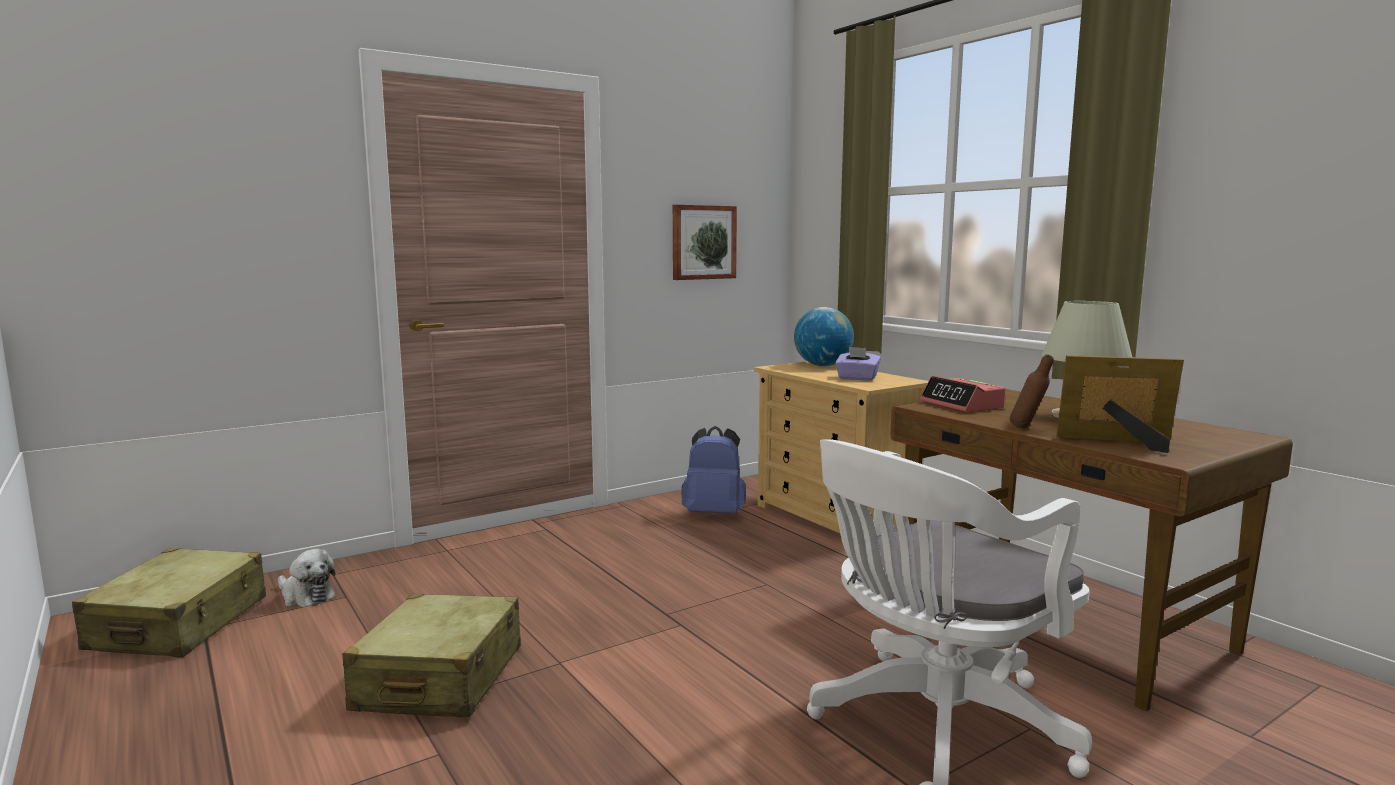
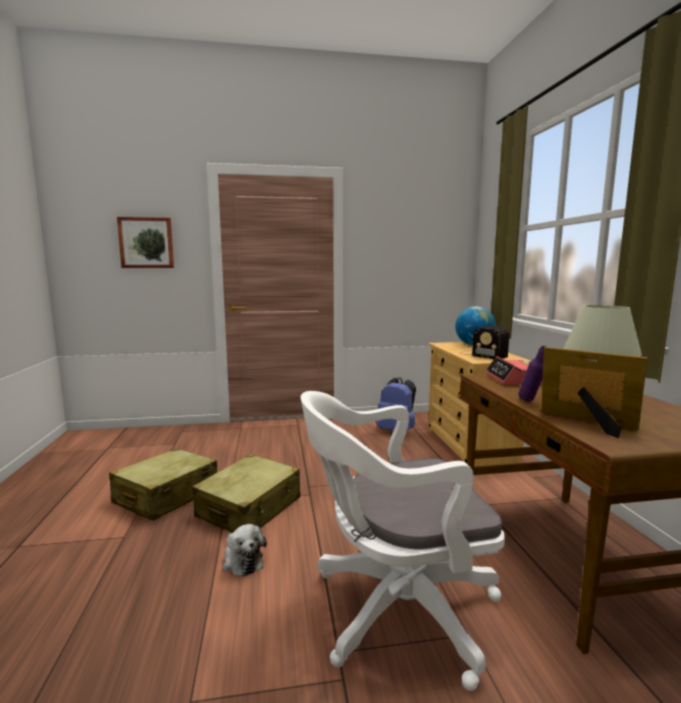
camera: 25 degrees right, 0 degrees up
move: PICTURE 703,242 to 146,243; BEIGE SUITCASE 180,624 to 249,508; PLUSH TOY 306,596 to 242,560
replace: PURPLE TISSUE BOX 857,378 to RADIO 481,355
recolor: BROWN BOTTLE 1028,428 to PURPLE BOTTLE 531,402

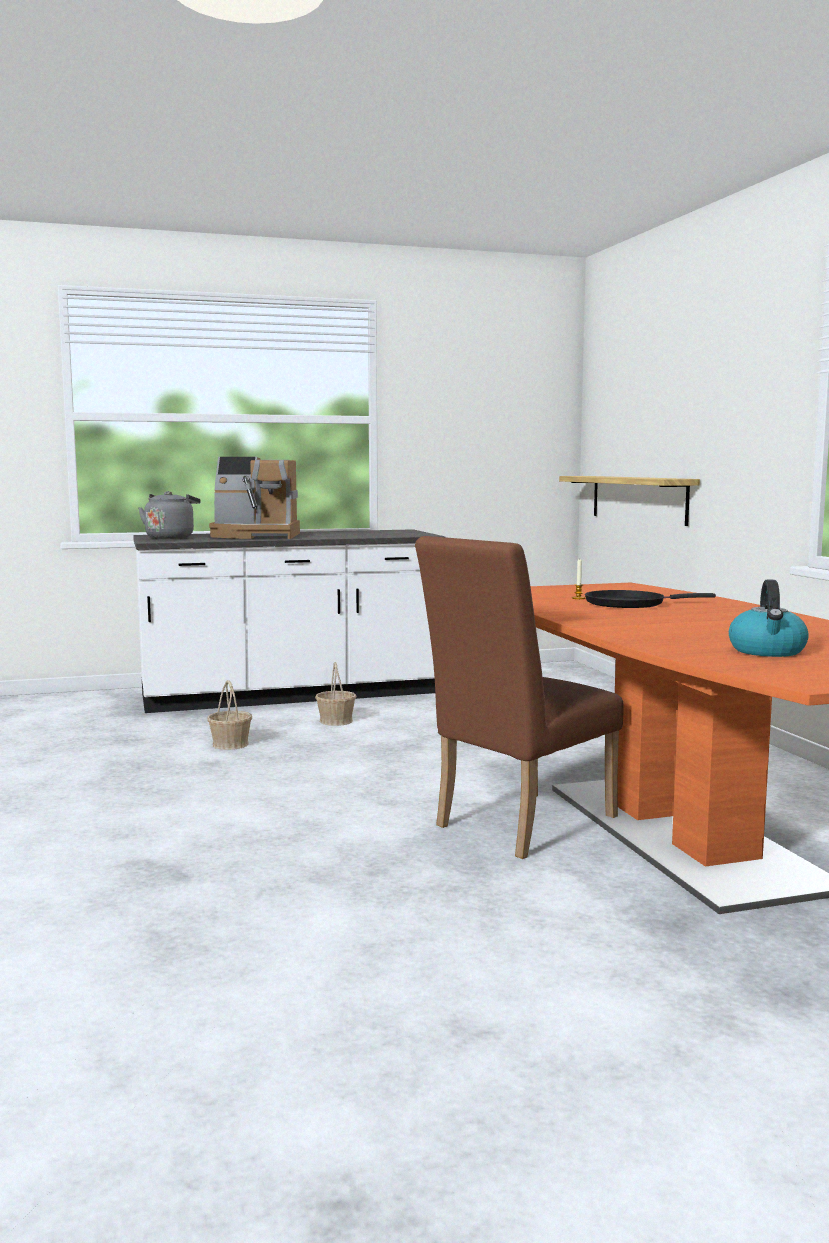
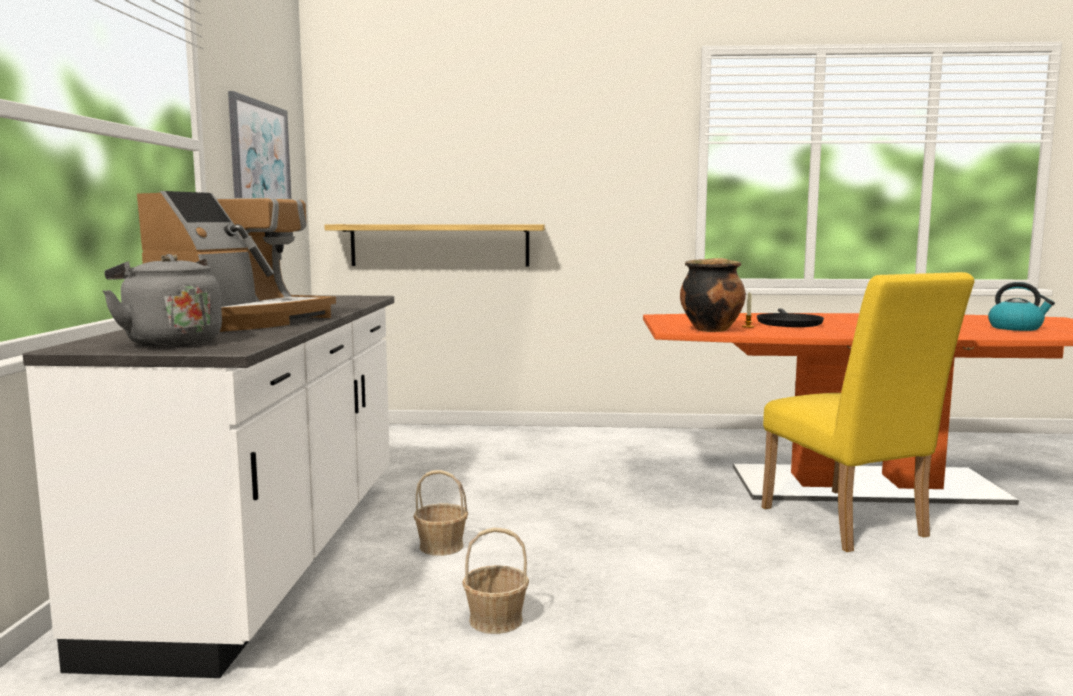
camera: 70 degrees left, 0 degrees up
insert: PICTURE 260,160; COOKING POT 711,329
recolor: BROWN CHAIR 515,826 to YELLOW CHAIR 849,526

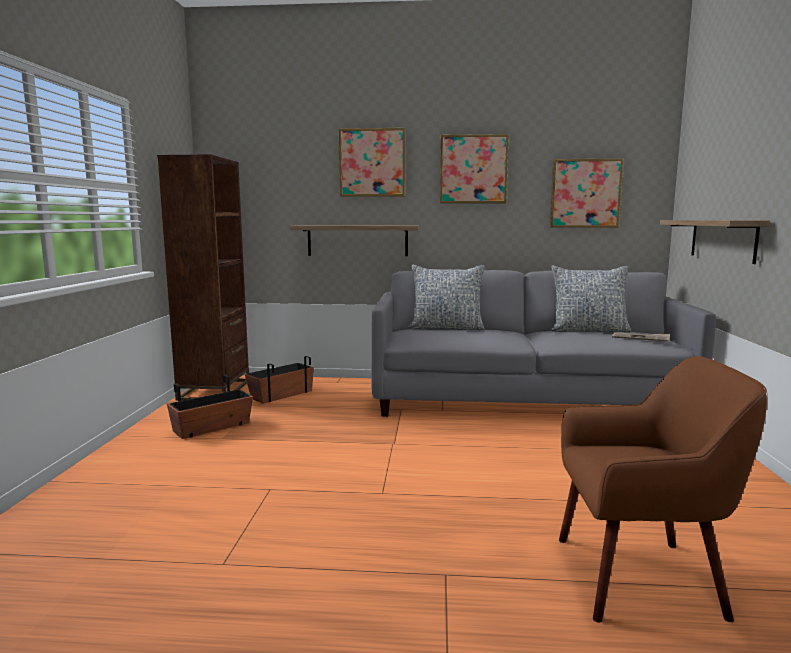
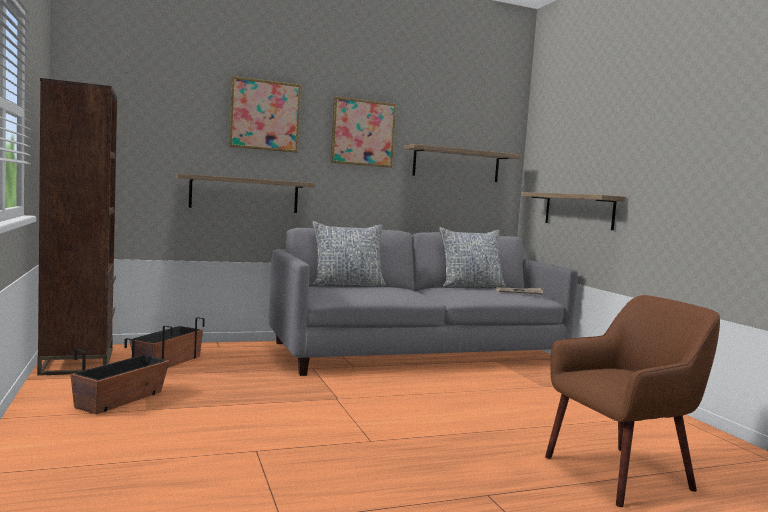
camera: 25 degrees left, 5 degrees down
replace: PICTURE 585,193 to SHELF 456,164

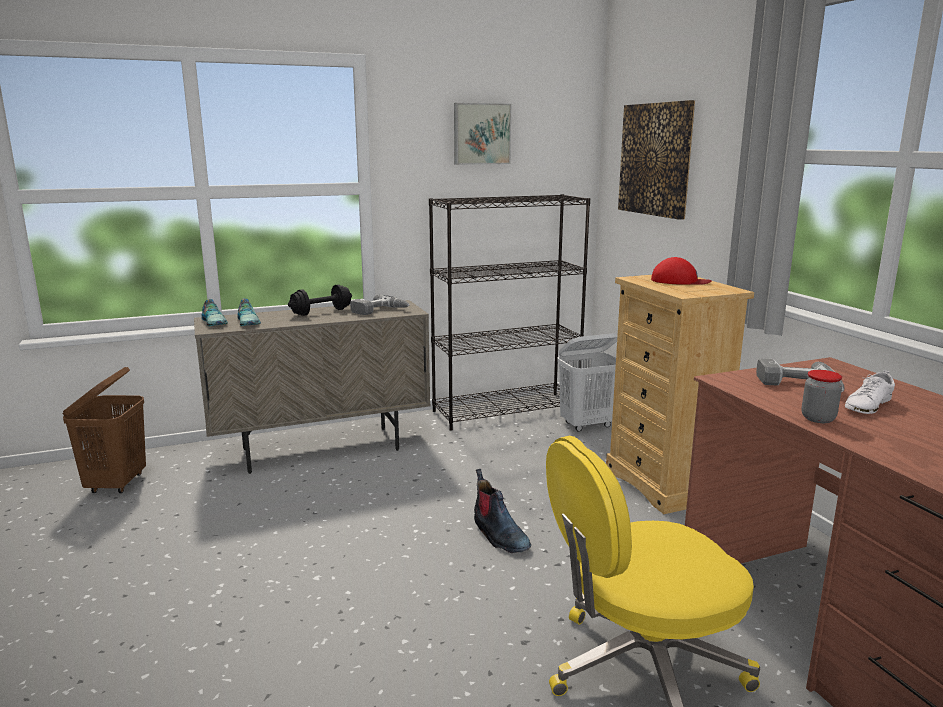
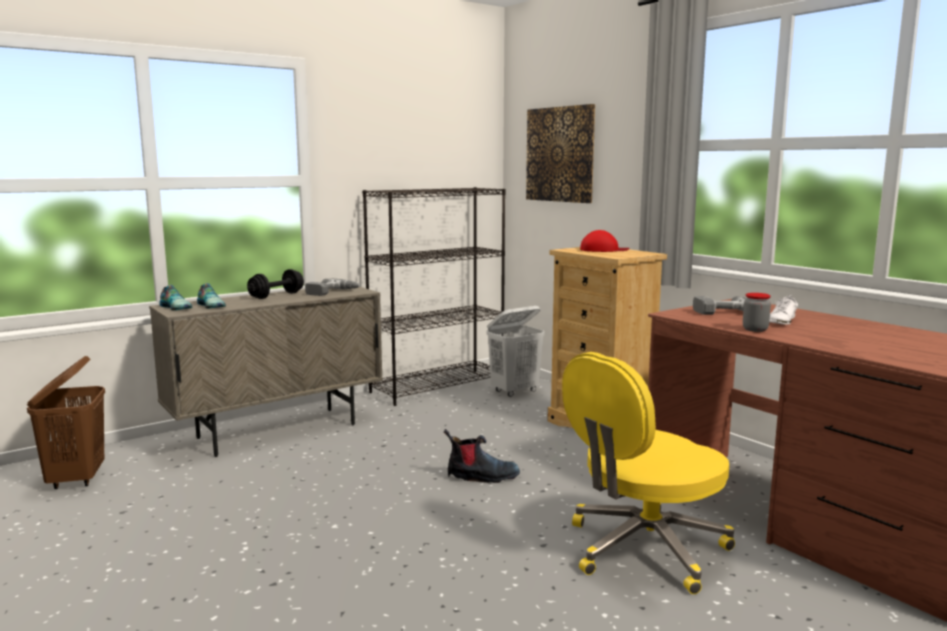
camera: 15 degrees left, 5 degrees down
delete: PICTURE 481,134
rotate: BOOT 499,535 = 482,477 45 degrees counterclockwise

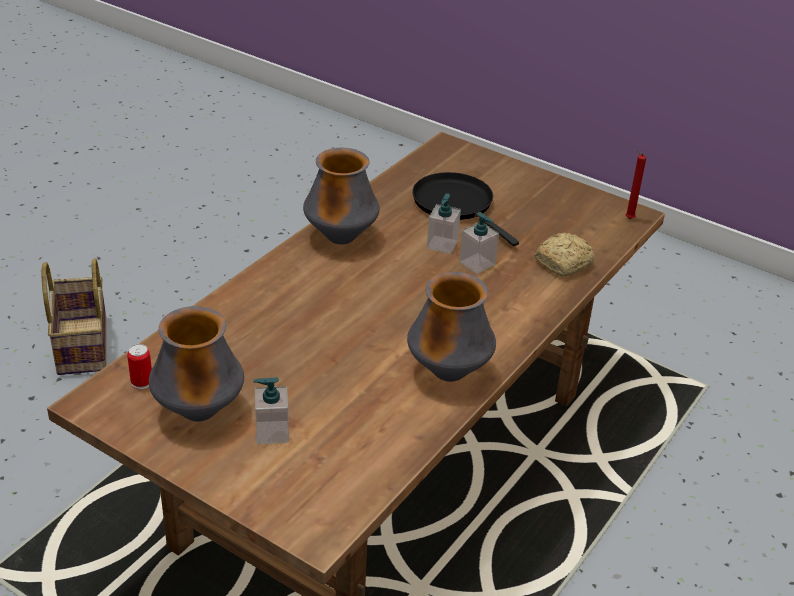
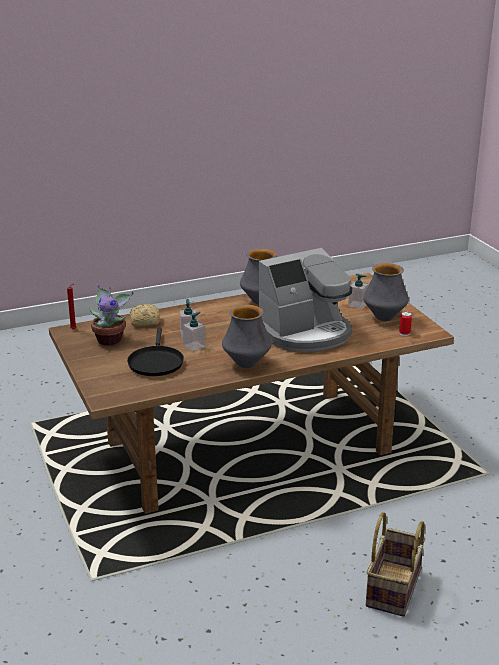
camera: 145 degrees left, 10 degrees down
insert: POTTED PLANT 110,339; COFFEE MACHINE 305,333

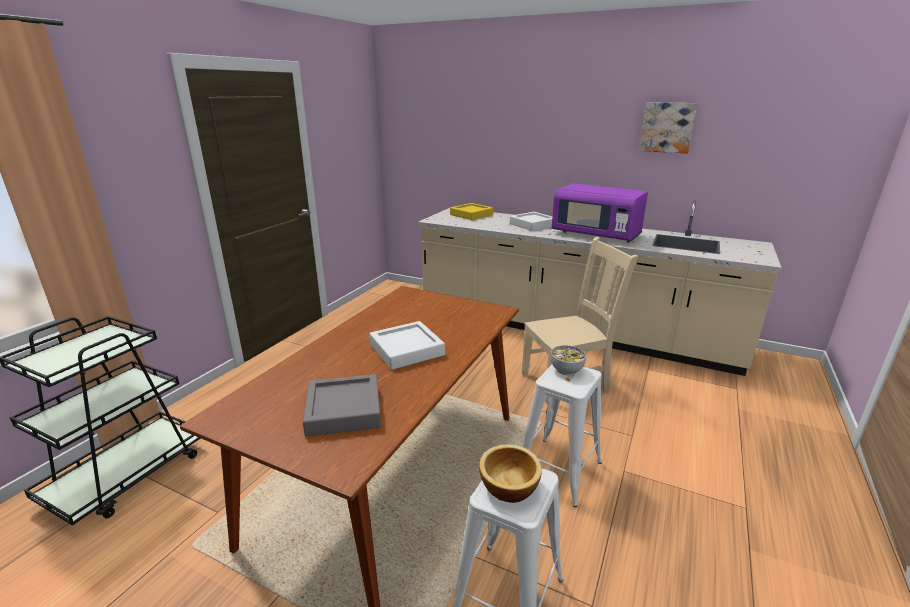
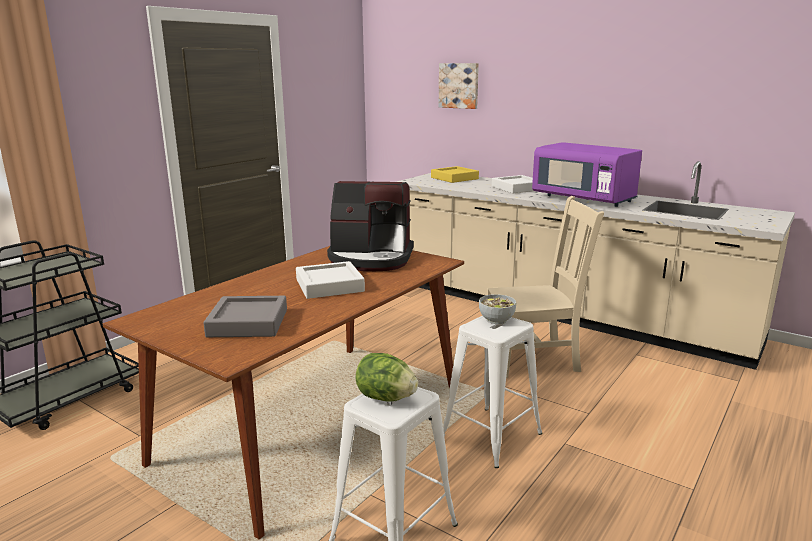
camera: 10 degrees right, 5 degrees down
insert: COFFEE MACHINE 371,259
move: PICTURE 667,127 to 459,85
replace: BOWL 508,485 to LETTUCE 385,398

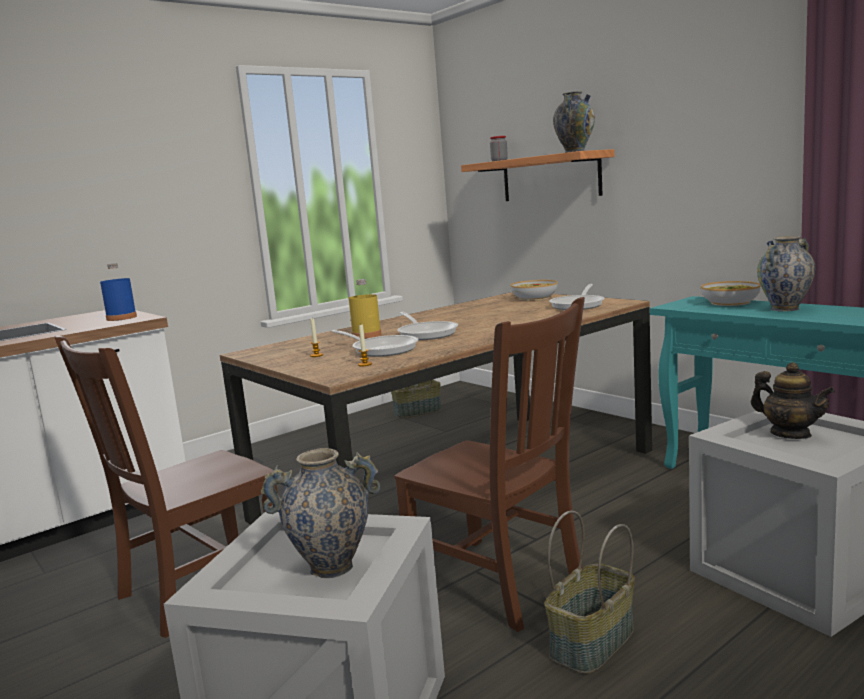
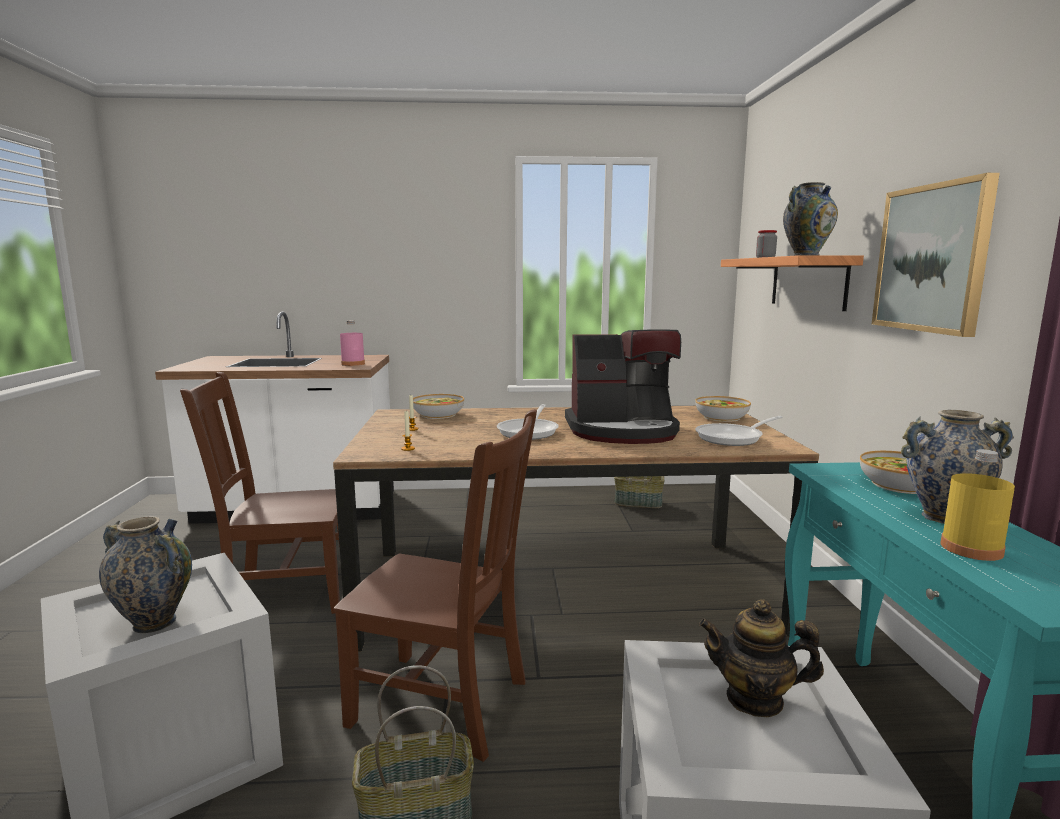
camera: 35 degrees right, 0 degrees up
delete: FRYING PAN 381,349
insert: BOWL 438,415; COFFEE MACHINE 622,431; PICTURE 932,258
move: YELLOW BOTTLE 366,335 to 971,548
recolor: BLUE BOTTLE 121,318 to PINK BOTTLE 353,364
rotate: BROWN CHAIR 499,583 = 445,704 60 degrees counterclockwise; TEAPOT 790,434 = 755,699 105 degrees clockwise

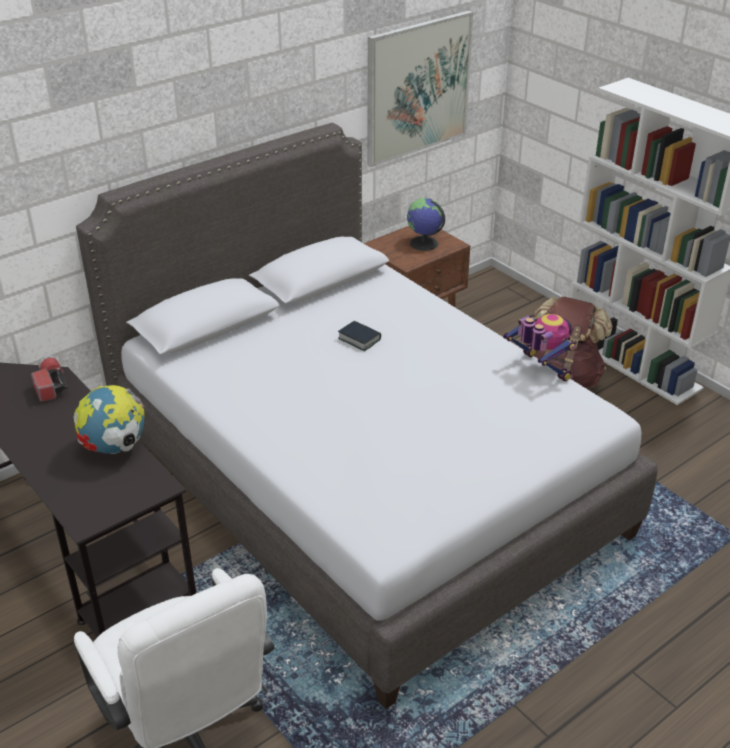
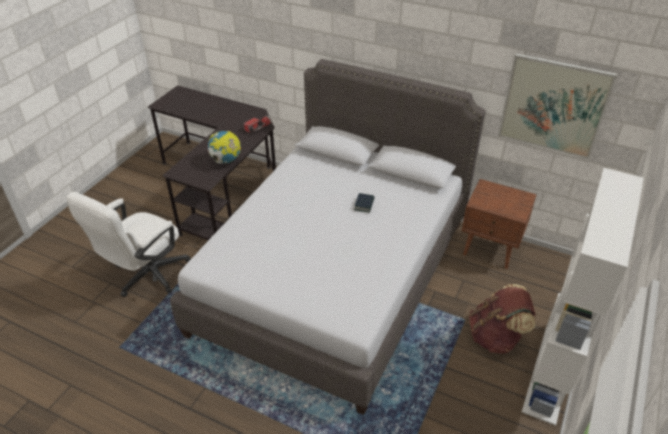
camera: 65 degrees right, 5 degrees up
delete: GLOBE 423,244; TOY ROBOT 539,369

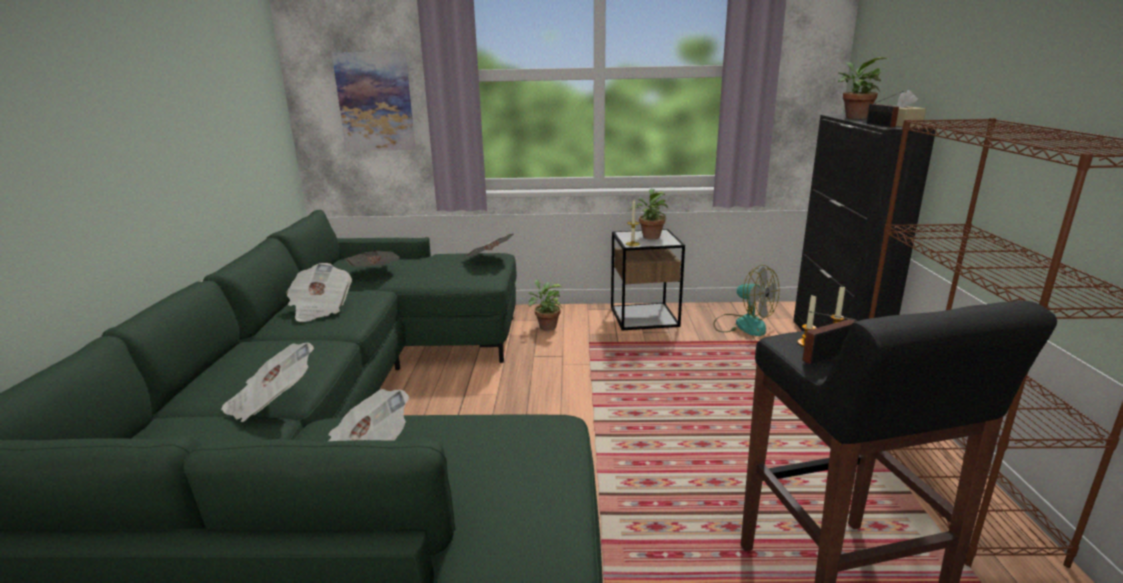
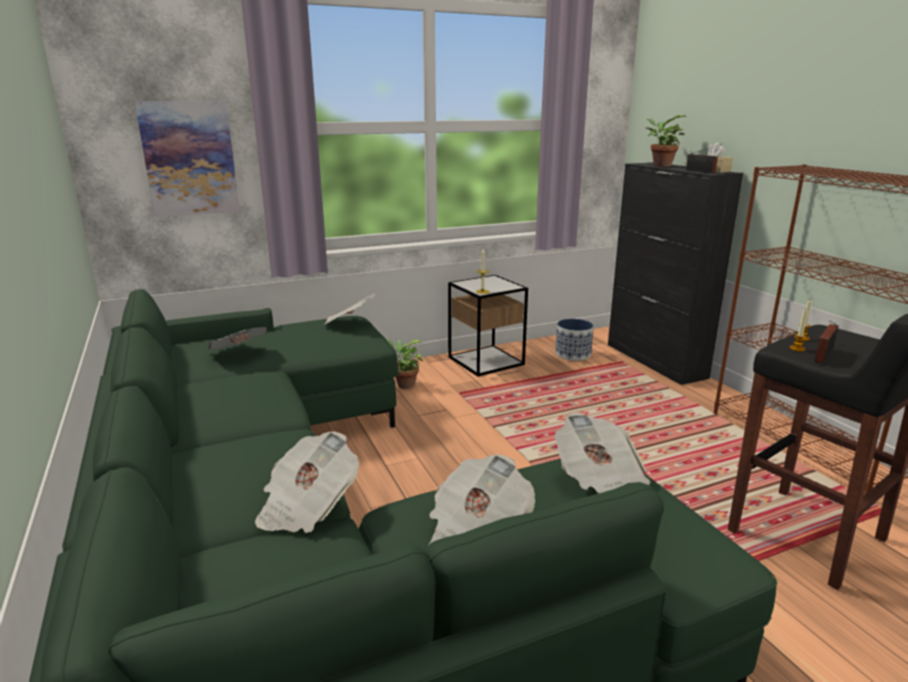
camera: 25 degrees left, 0 degrees up
delete: POTTED PLANT 650,236
move: NEWSPAPER 320,308 to 600,482
replace: FAN 743,324 to PLANTER 573,354

